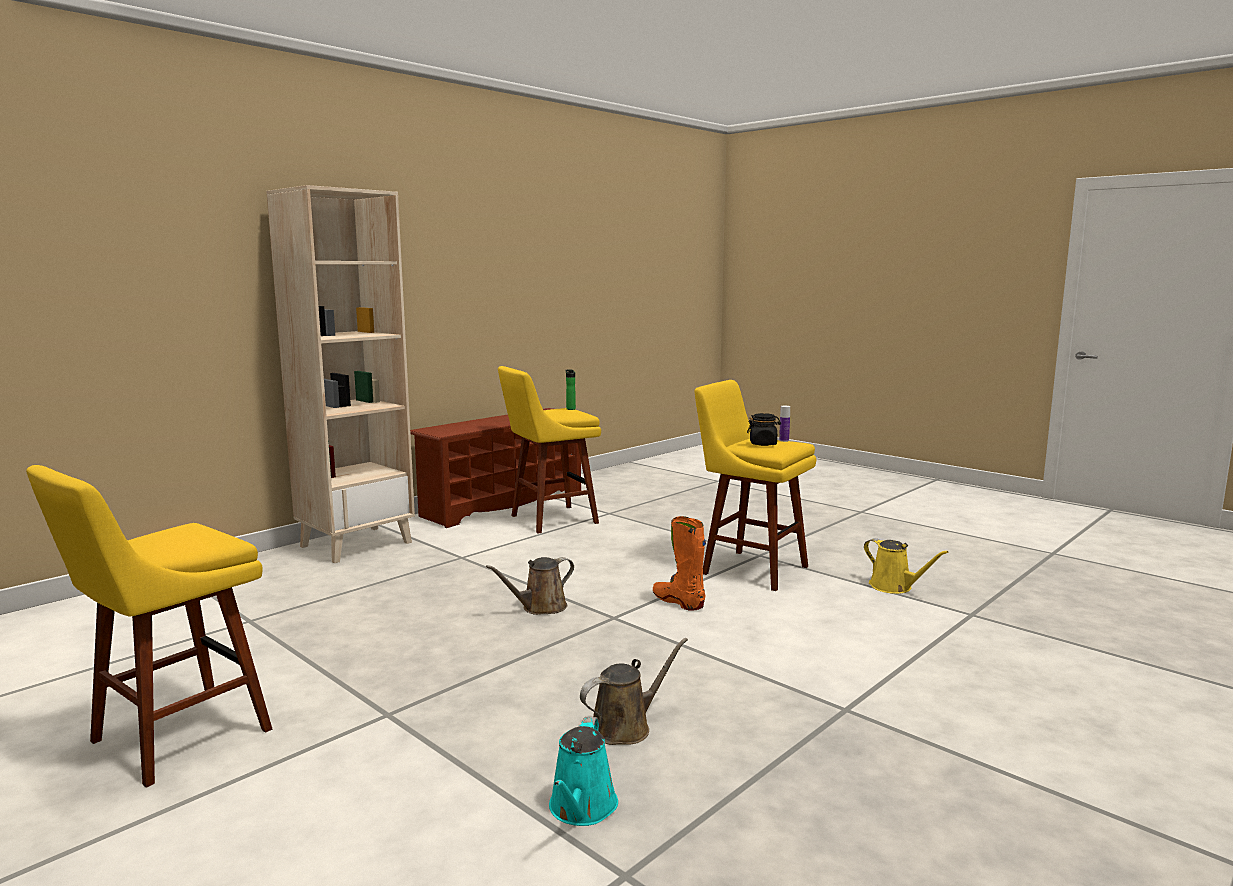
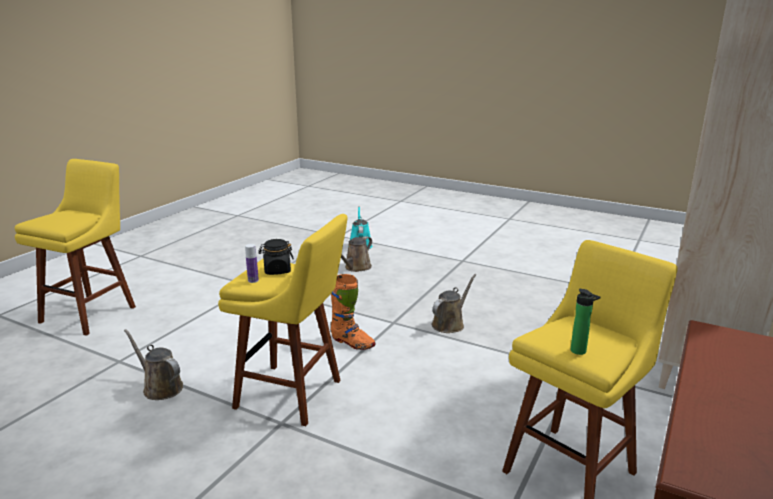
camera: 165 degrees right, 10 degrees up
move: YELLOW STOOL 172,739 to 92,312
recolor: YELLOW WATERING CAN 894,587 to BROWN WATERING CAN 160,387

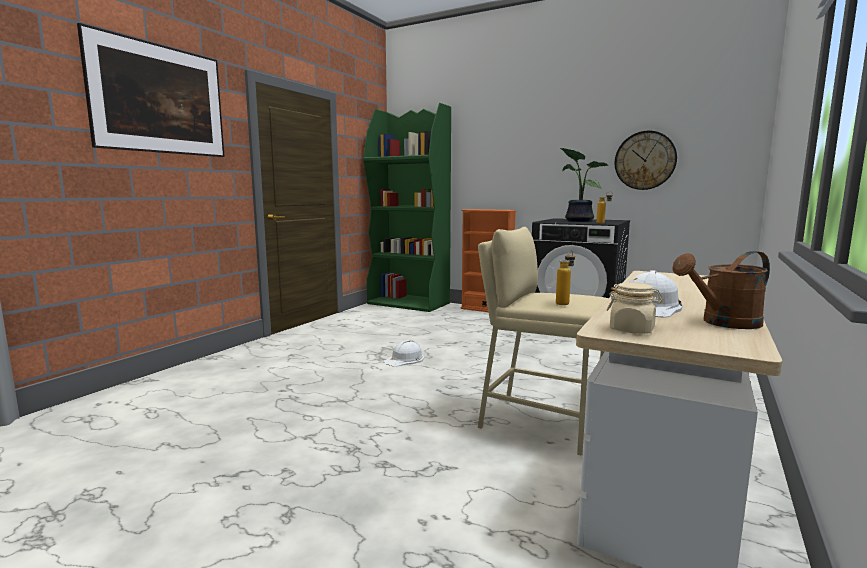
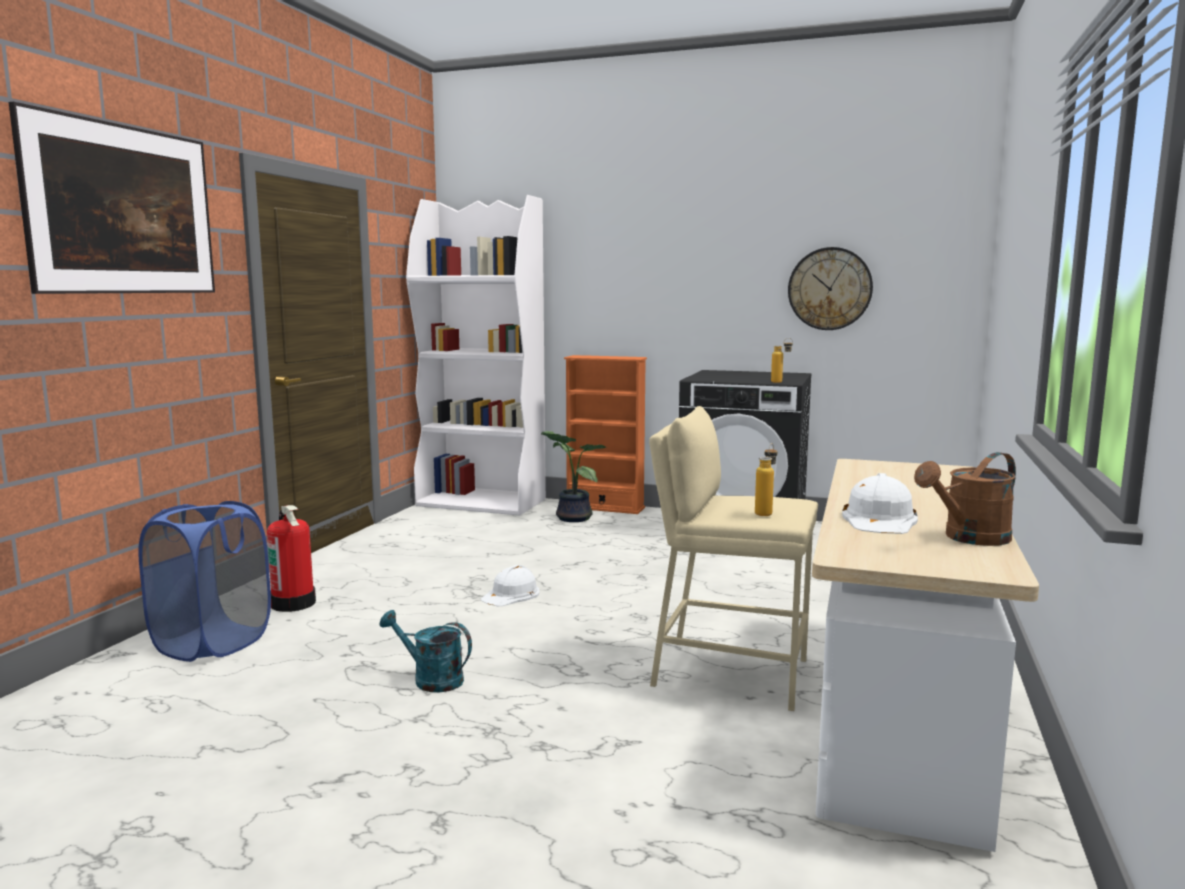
camera: 10 degrees left, 0 degrees up
delete: BEIGE JAR 632,330
insert: BLUE LAUNDRY BASKET 212,643; FIRE EXTINGUISHER 294,603; TURQUOISE WATERING CAN 430,679
move: POTTED PLANT 577,221 to 571,518
recolor: GREEN BOOKCASE 409,303 to WHITE BOOKCASE 482,502

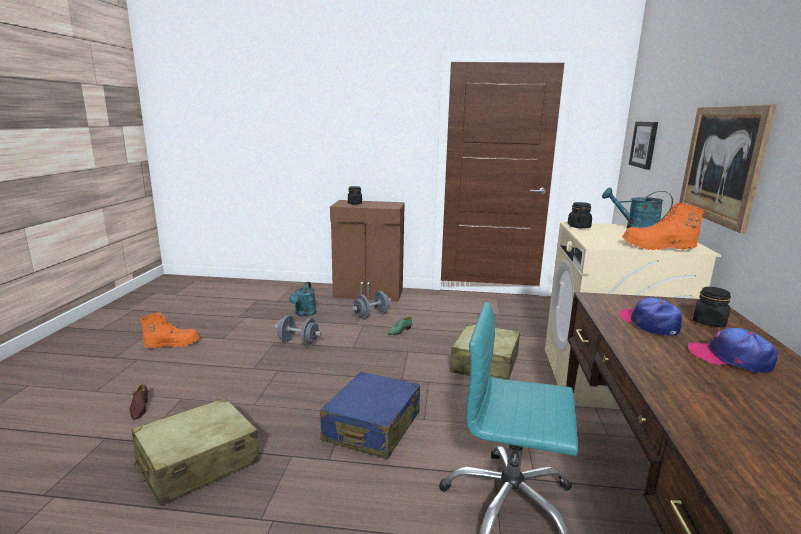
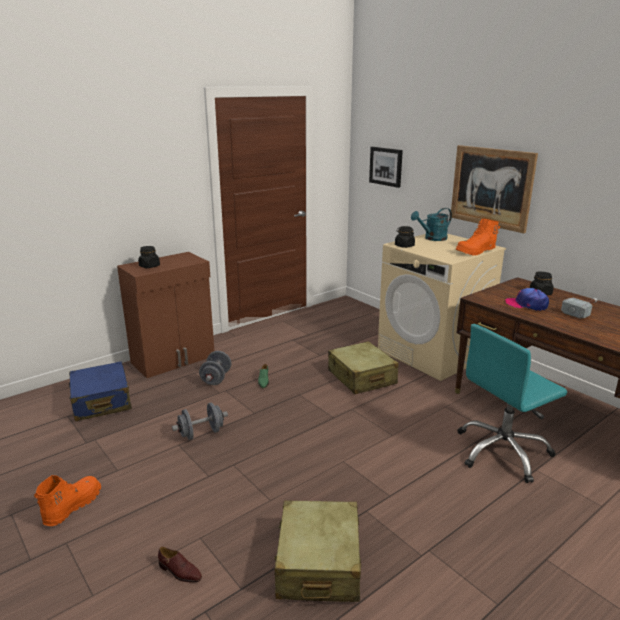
camera: 45 degrees left, 5 degrees up
delete: TURQUOISE WATERING CAN 304,314
move: BLUE SUITCASE 372,427 to 101,401
replace: CAP 730,358 to HAMMER 582,311

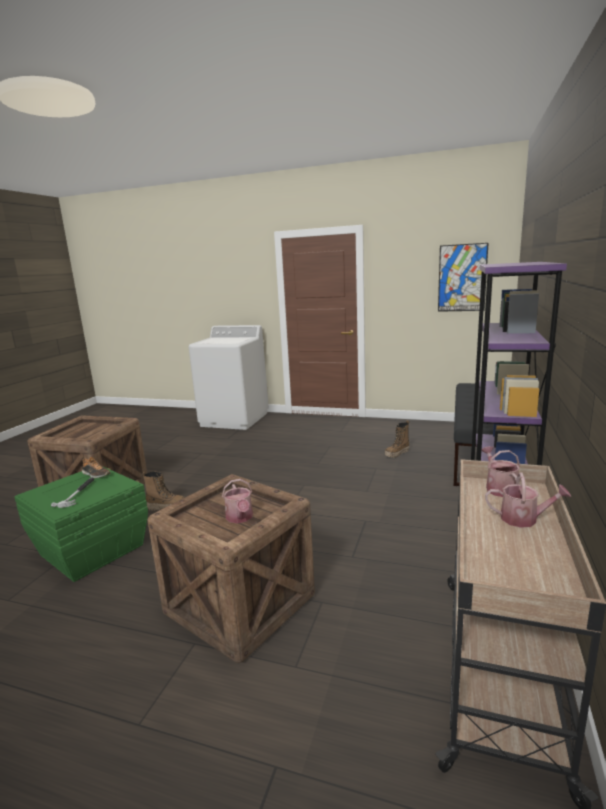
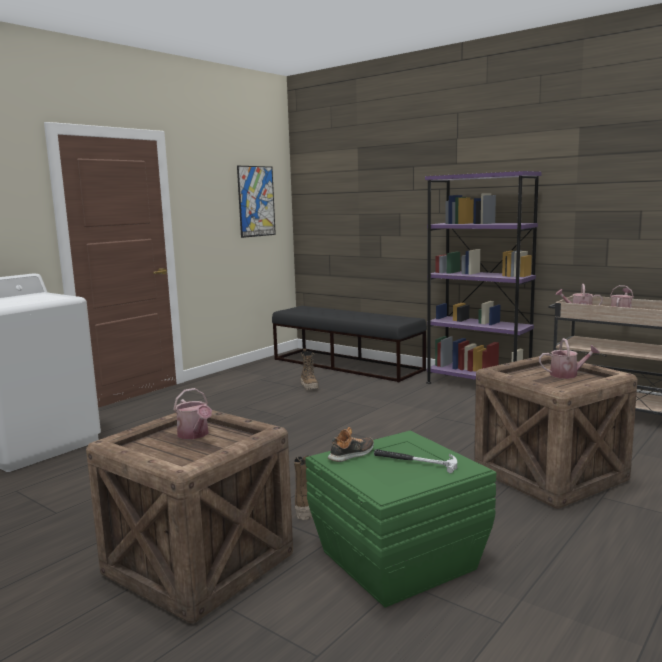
camera: 70 degrees left, 5 degrees down
insert: WATERING CAN 195,435

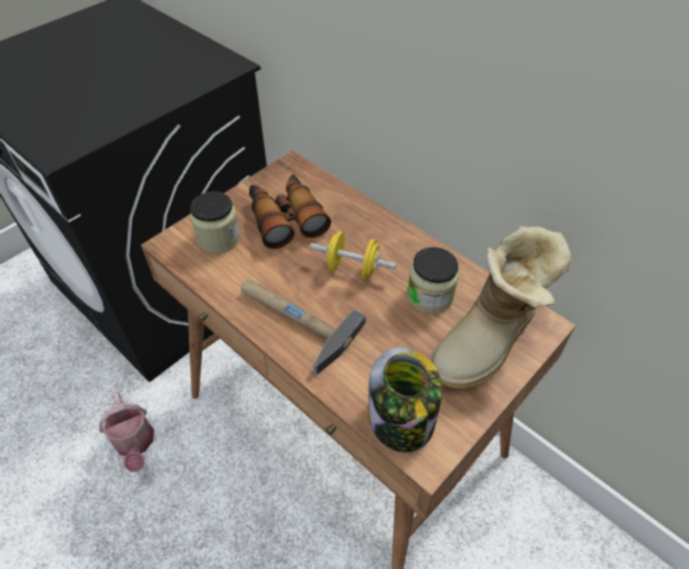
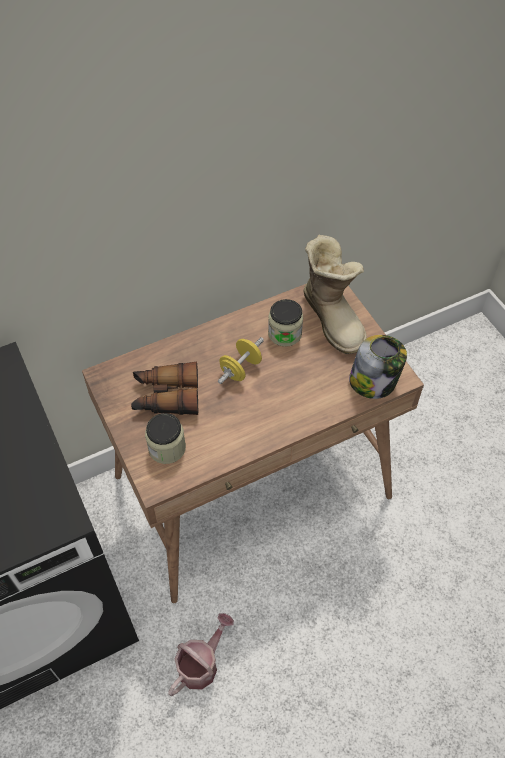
camera: 70 degrees left, 5 degrees up
delete: HAMMER 292,320
rotate: WATERING CAN 135,443 = 201,663 45 degrees counterclockwise

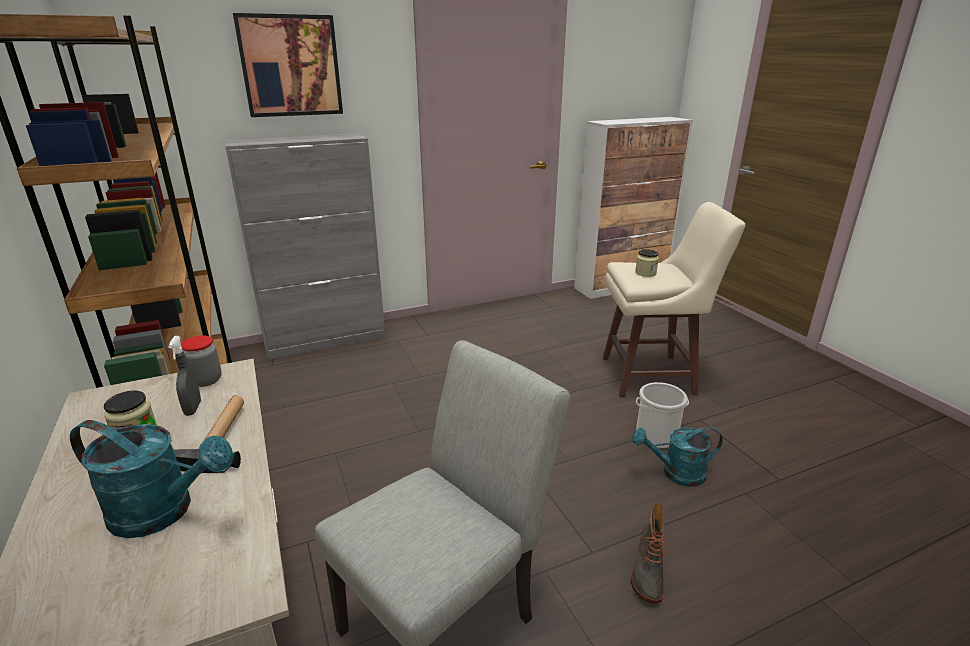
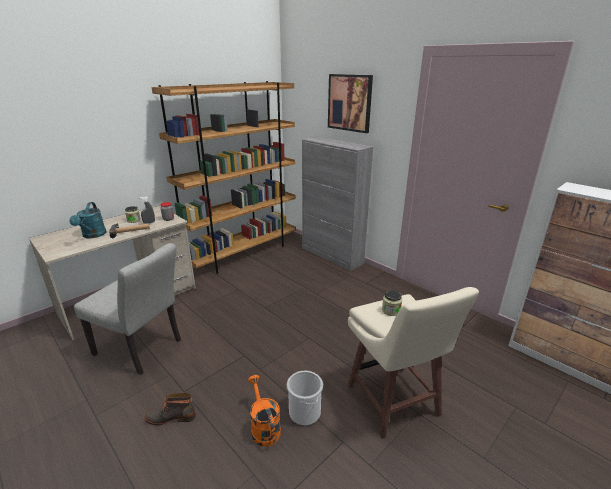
camera: 70 degrees right, 0 degrees up
recolor: TURQUOISE WATERING CAN 676,473 to ORANGE WATERING CAN 263,427

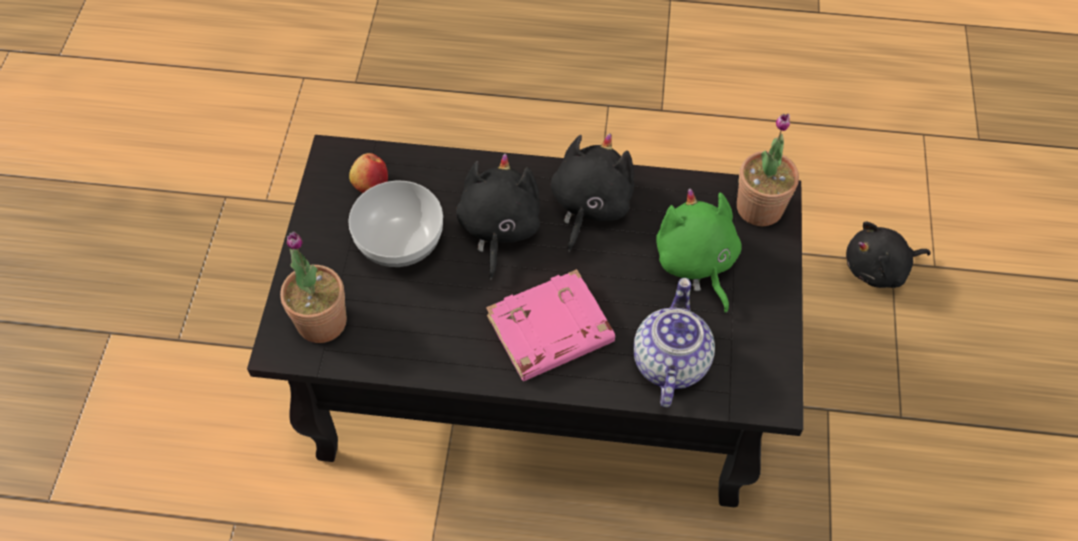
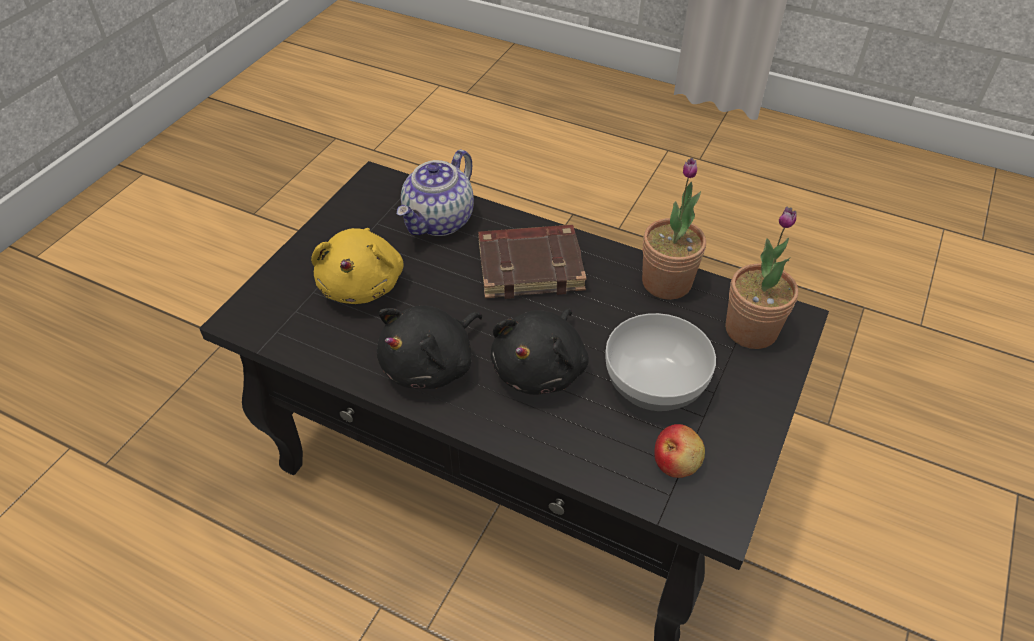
camera: 160 degrees left, 10 degrees down
delete: BLACK PLUSH TOY 878,268
move: POTTED PLANT 759,208 to 666,282
recolor: GREEN PLUSH TOY 696,263 to YELLOW PLUSH TOY 363,284; PINK BOOK 550,332 to BROWN BOOK 531,266

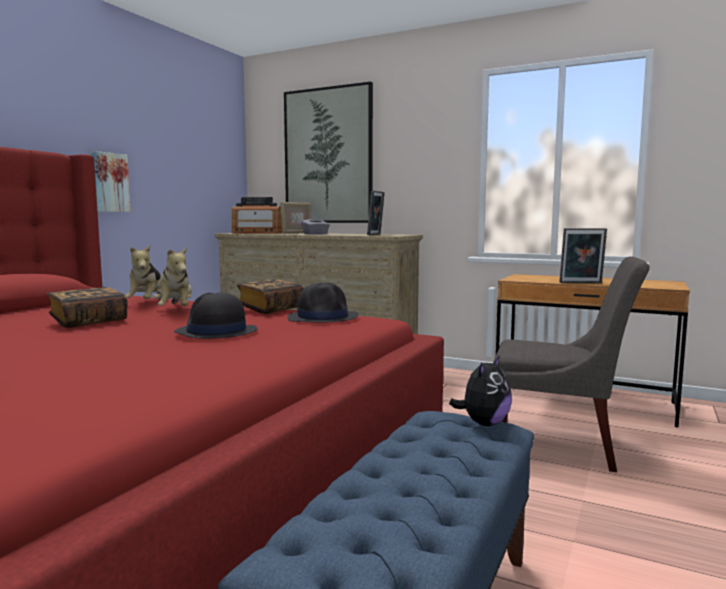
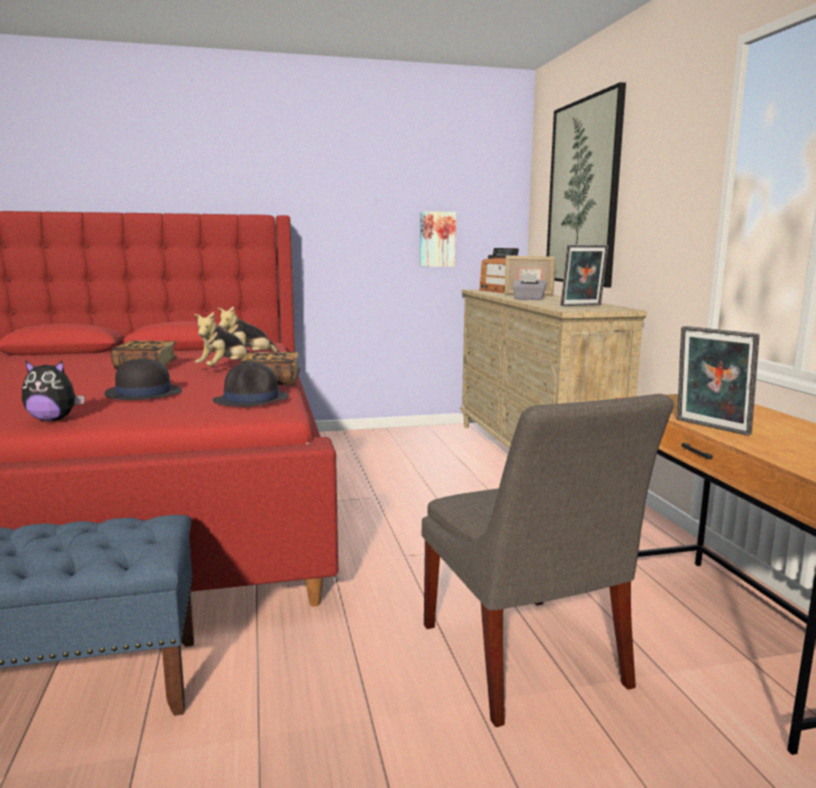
camera: 50 degrees right, 5 degrees up
move: PLUSH TOY 484,423 to 53,420; PICTURE 109,182 to 437,239

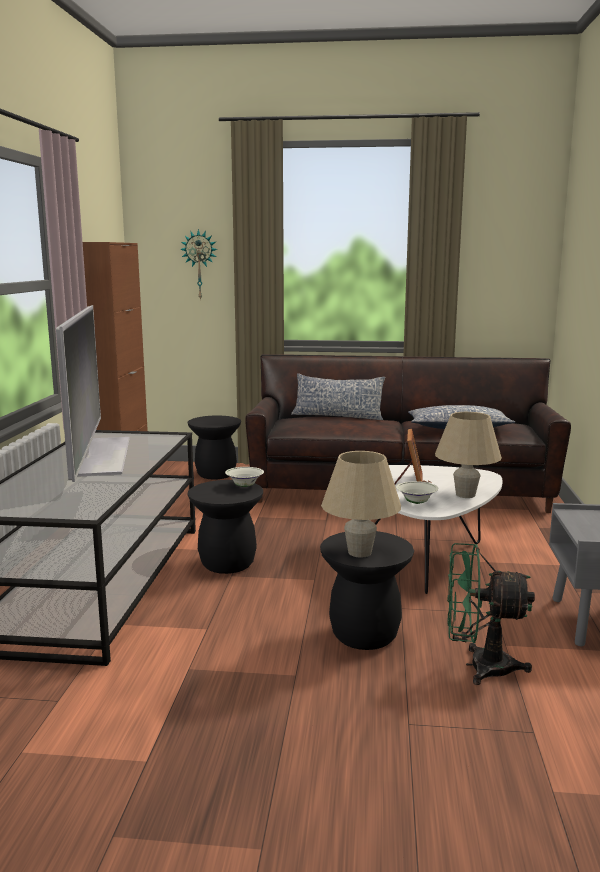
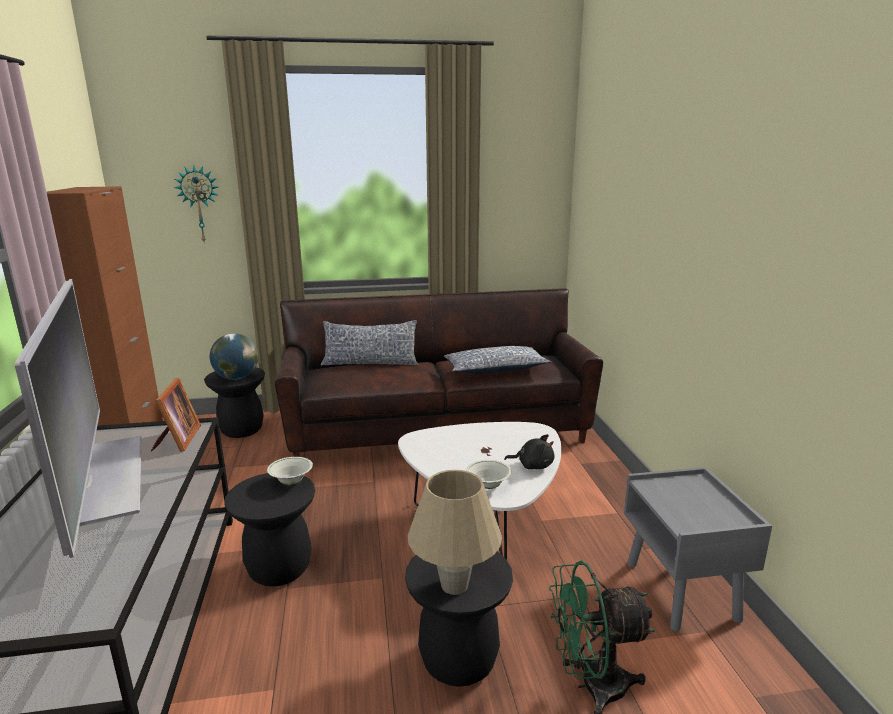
camera: 15 degrees left, 5 degrees up
insert: GLOBE 236,378
move: PICTURE FRAME 409,481 to 177,440
replace: BEIGE TABLE LAMP 465,495 to BLACK PLUSH TOY 533,465

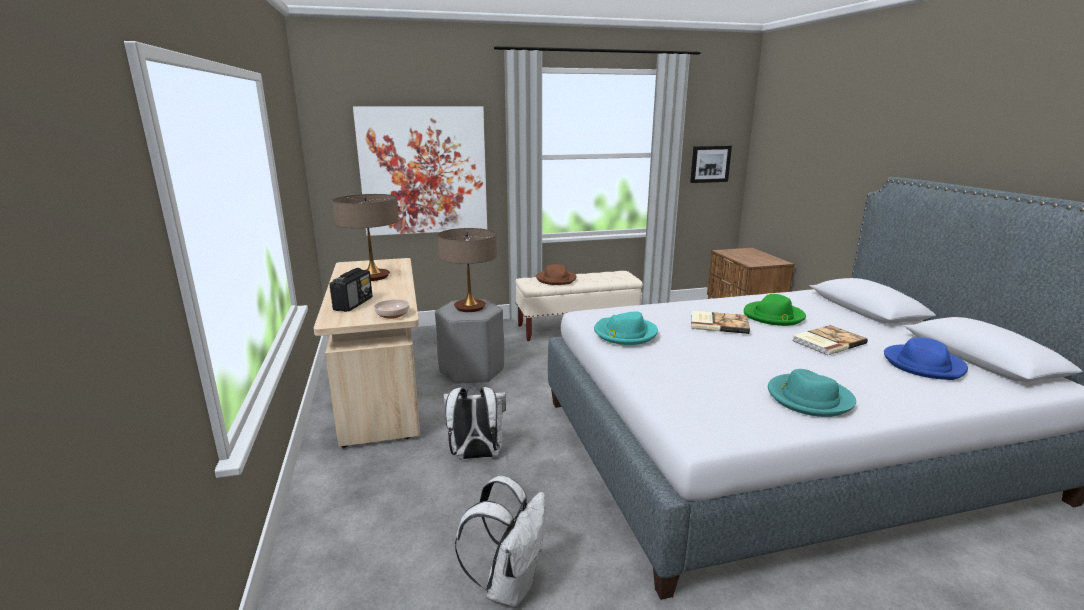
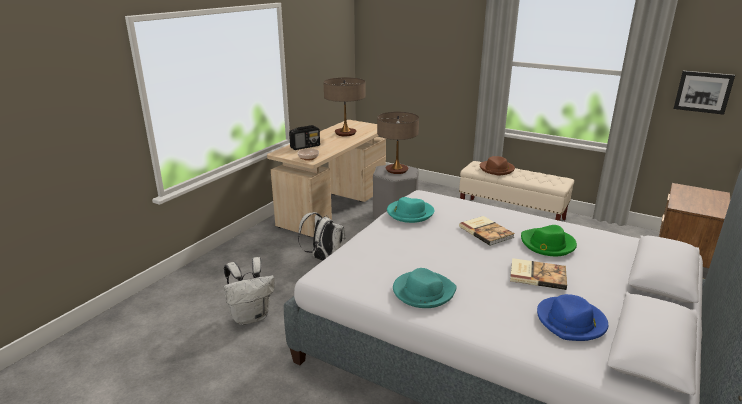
camera: 45 degrees right, 5 degrees up
delete: PICTURE 424,171

